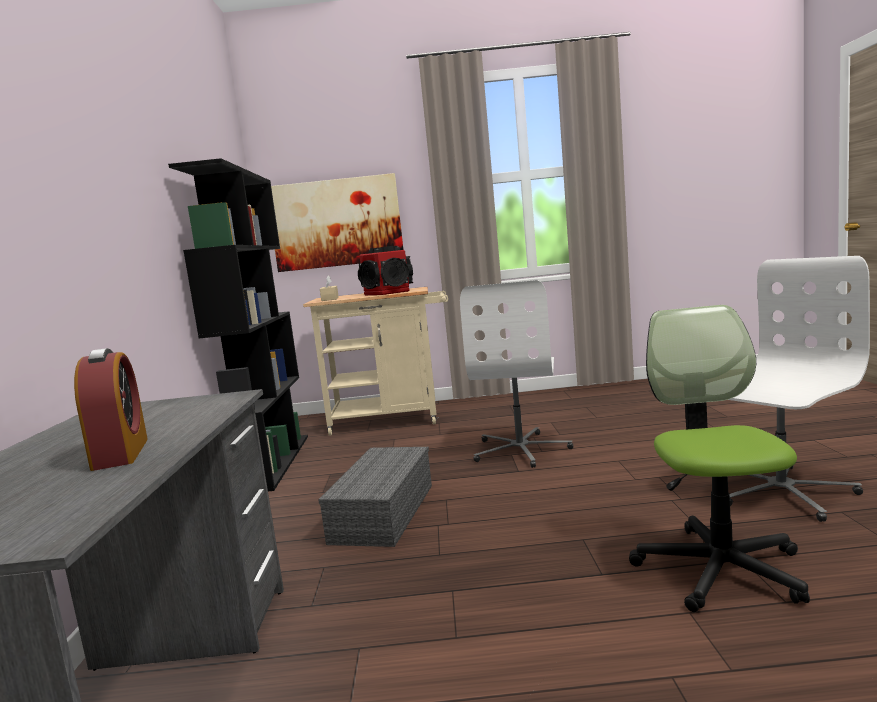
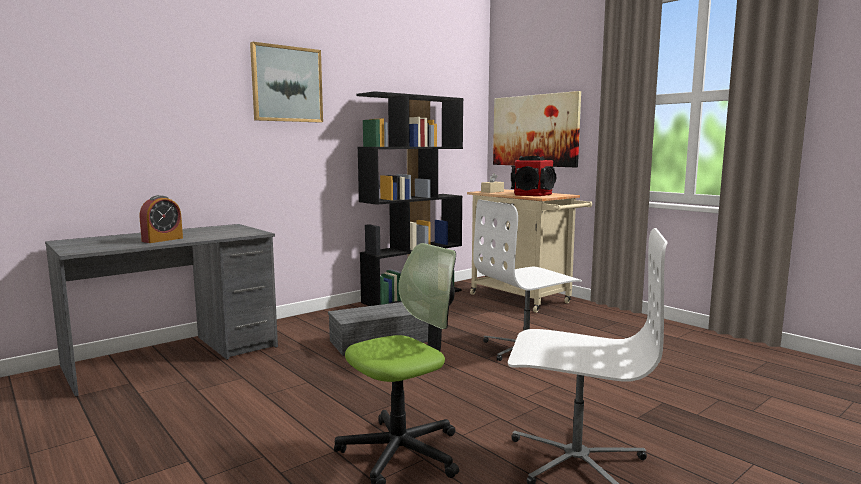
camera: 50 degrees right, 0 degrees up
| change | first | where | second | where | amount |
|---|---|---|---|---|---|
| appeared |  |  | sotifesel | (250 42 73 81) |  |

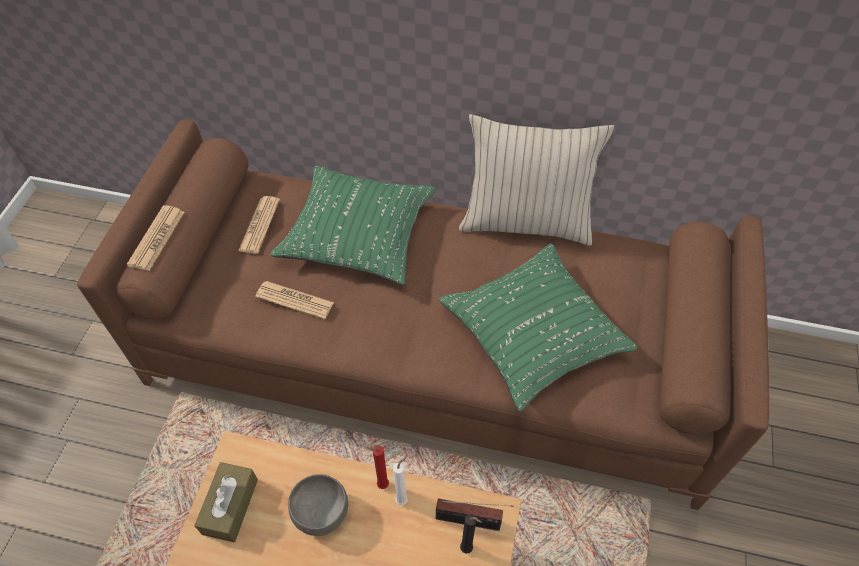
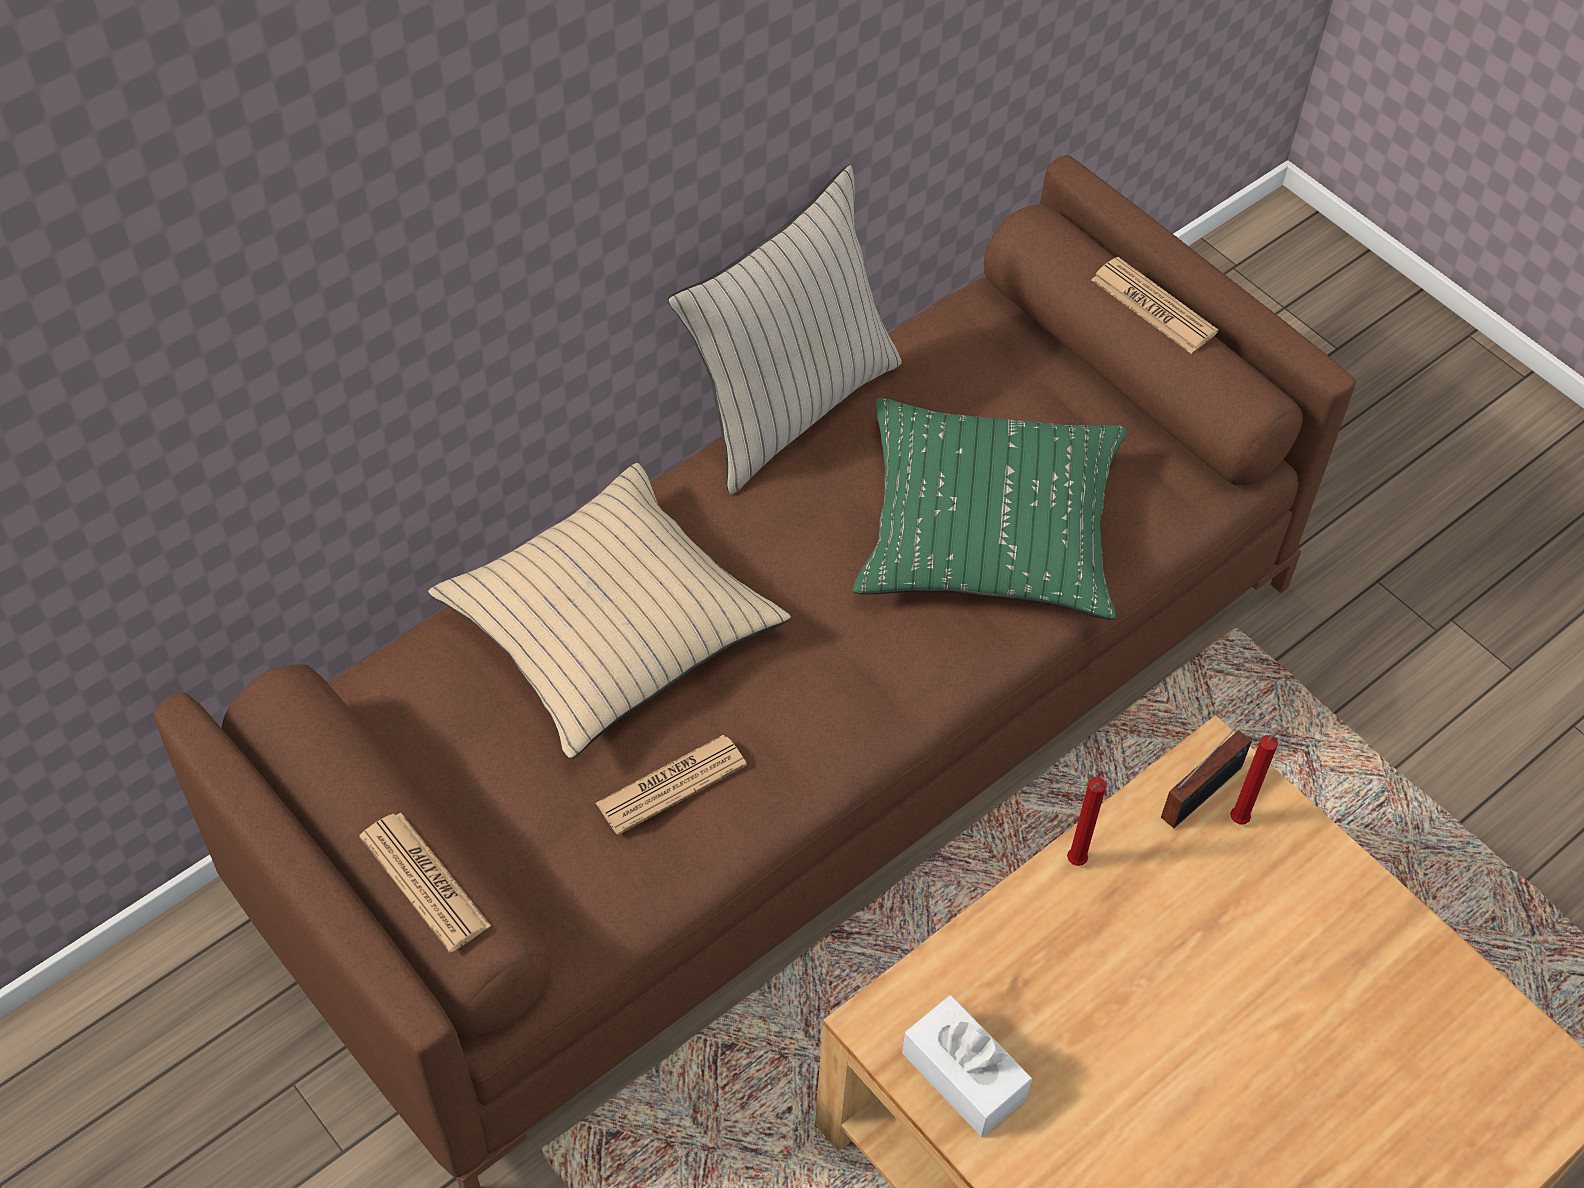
camera: 55 degrees left, 0 degrees up
| change | first | where | second | where | amount |
|---|---|---|---|---|---|
| colour | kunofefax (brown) | (194 462 64 80) | kunofefax (white) | (902 995 130 142) |  |
| relocated | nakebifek | (238 196 42 58) |  | (1091 257 127 96) |  |
| colour | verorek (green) | (270 166 166 119) | verorek (beige) | (428 463 363 296) |  |
| missing | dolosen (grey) | (288 474 60 62) |  |  |  |
| missing | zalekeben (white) | (393 456 15 49) |  |  |  |
| colour | zalekeben (black) | (460 514 22 40) | zalekeben (red) | (1230 727 59 97) |  |

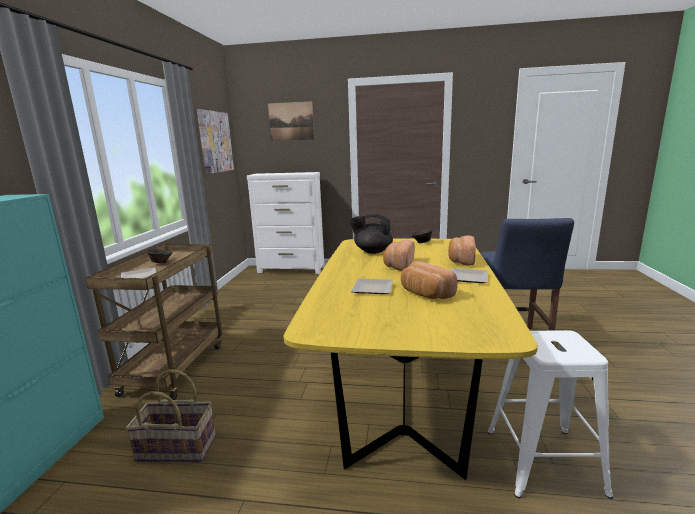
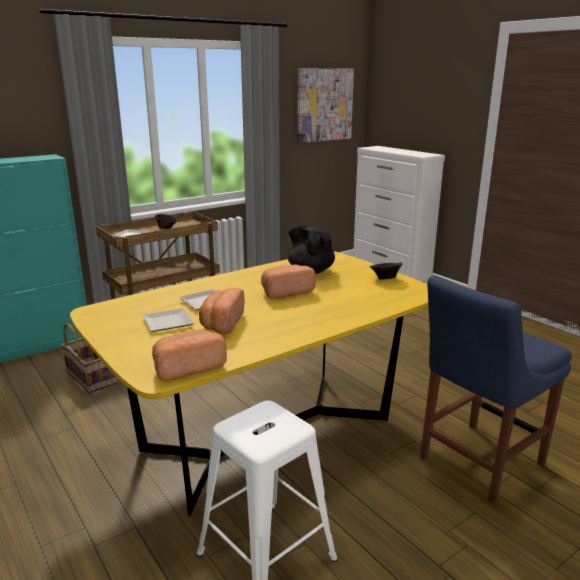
camera: 45 degrees right, 5 degrees up
| change | first | where | second | where | amount |
|---|---|---|---|---|---|
| missing | sotifesel | (268 101 46 40) |  |  |  |
| relocated | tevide | (448 236 28 30) |  | (152 329 75 52) |  |
| relocated | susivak | (452 268 36 15) |  | (143 308 51 24) |  |

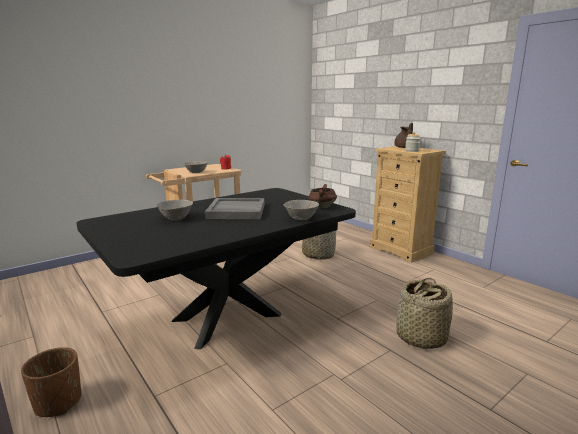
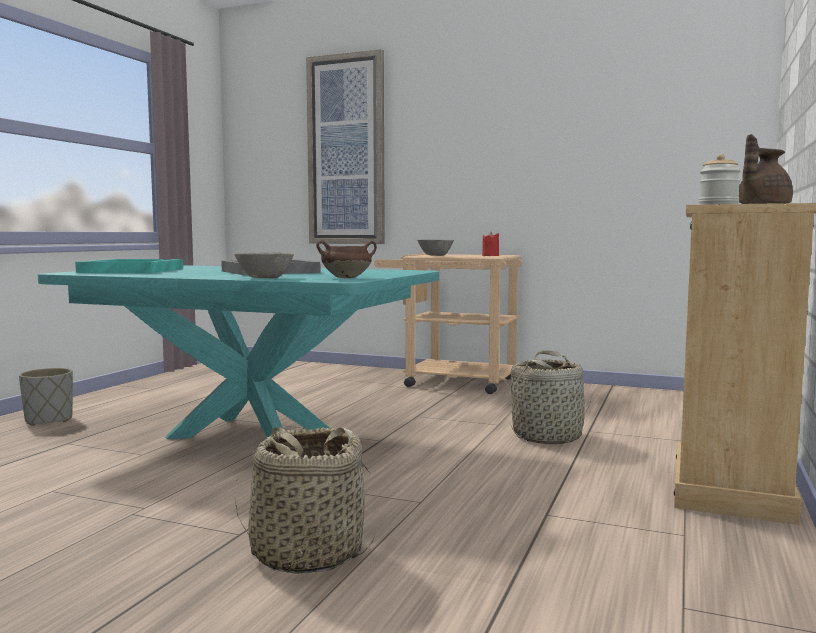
camera: 60 degrees right, 10 degrees down
| change | first | where | second | where | amount |
|---|---|---|---|---|---|
| colour | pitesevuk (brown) | (21 347 60 70) | pitesevuk (grey) | (19 368 54 58) |  |
| colour | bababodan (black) | (76 188 280 161) | bababodan (turquoise) | (38 265 402 174) |  |
| missing | dolosen (grey) | (156 200 37 21) |  |  |  |
| appeared |  |  | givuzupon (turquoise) | (75 259 108 14) |  |
| appeared |  |  | sotifesel | (306 49 79 195) |  |

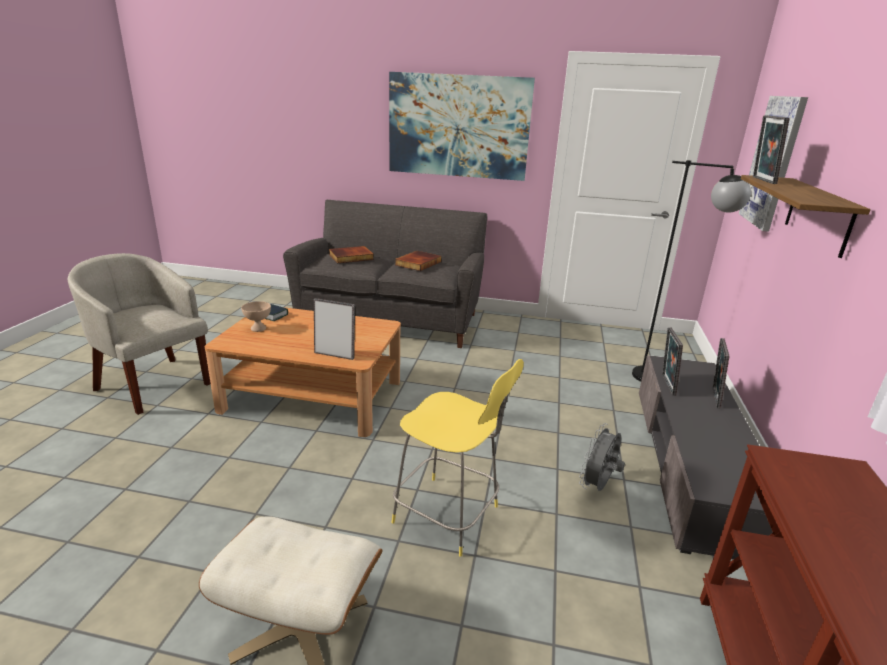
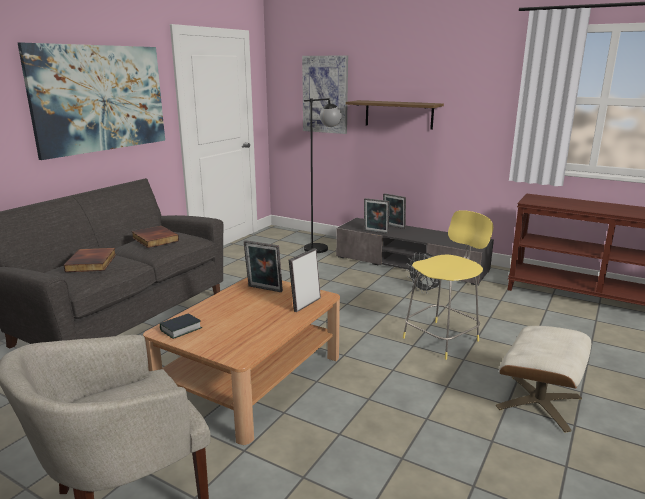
camera: 70 degrees left, 5 degrees down
| change | first | where | second | where | amount |
|---|---|---|---|---|---|
| missing | dolosen (beige) | (241 301 30 31) |  |  |  |
| relocated | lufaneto | (753 115 37 69) |  | (244 240 39 52) |  |

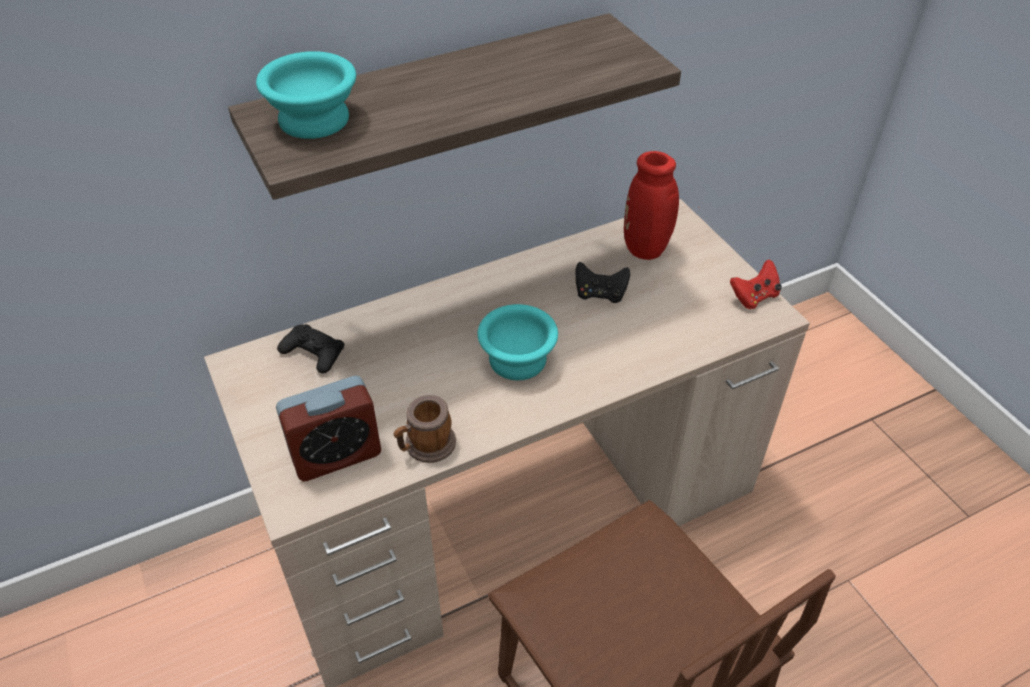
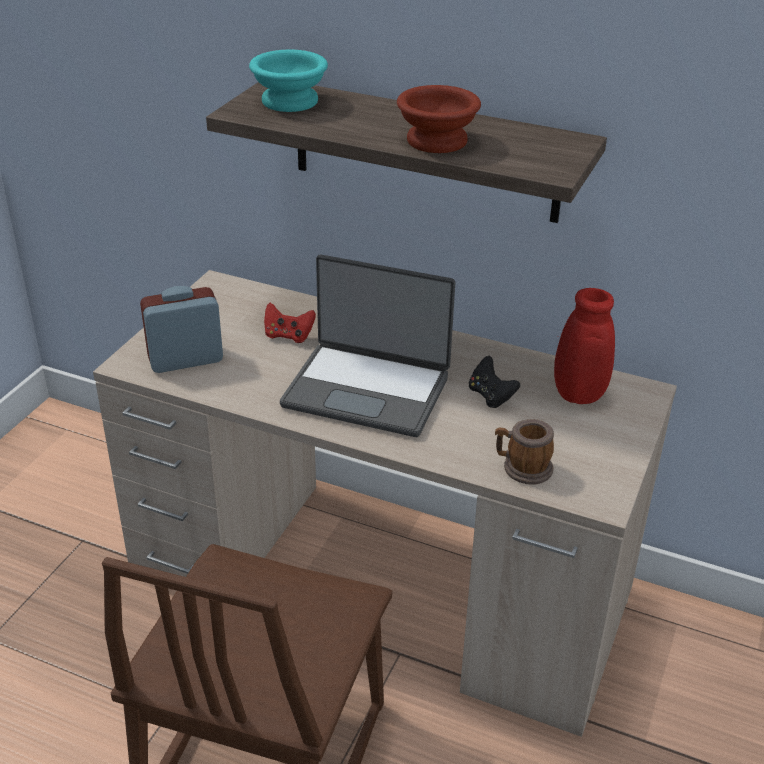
camera: 50 degrees right, 10 degrees down
| change | first | where | second | where | amount |
|---|---|---|---|---|---|
| spun | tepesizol | (276 376 105 106) |  | (140 286 83 87) | 135 degrees clockwise |
| missing | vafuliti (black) | (277 324 68 49) |  |  |  |
| relocated | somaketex | (394 395 62 68) |  | (495 419 59 66) |  |
| exchanged | dolosen (turquoise) | (478 304 80 76) | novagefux | (280 254 175 183) |  |
| relocated | vafuliti (red) | (730 259 52 50) |  | (264 303 52 40) |  |
| appeared |  |  | dolosen (brown) | (397 85 84 68) |  |

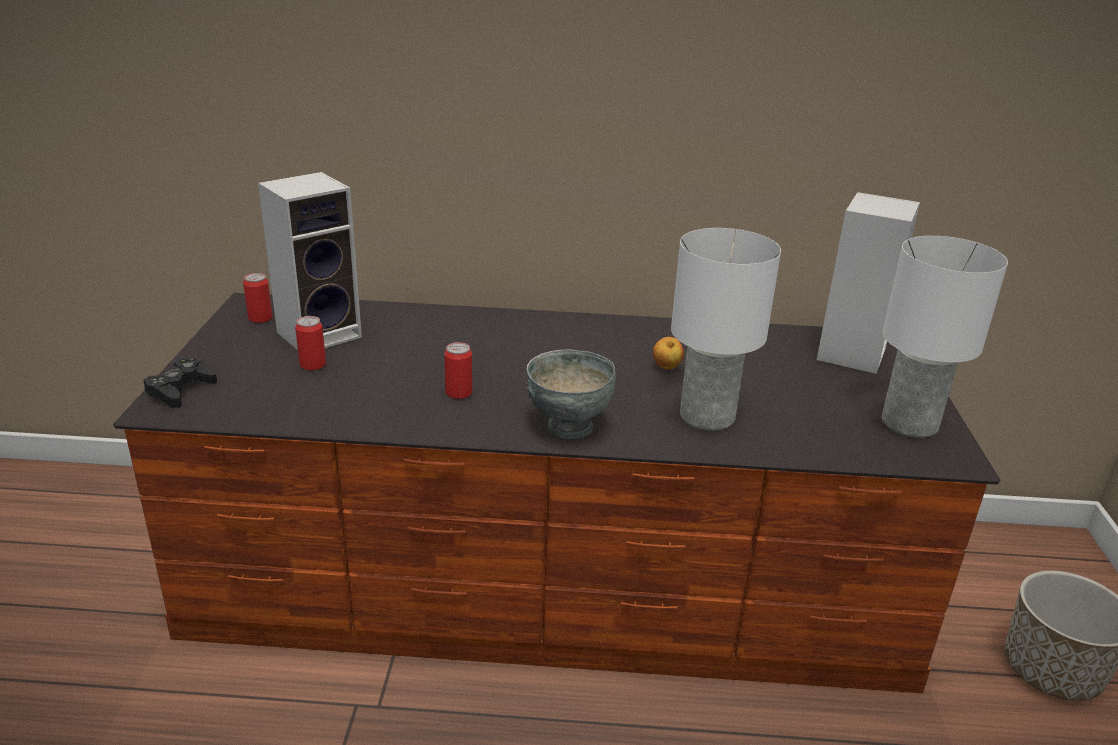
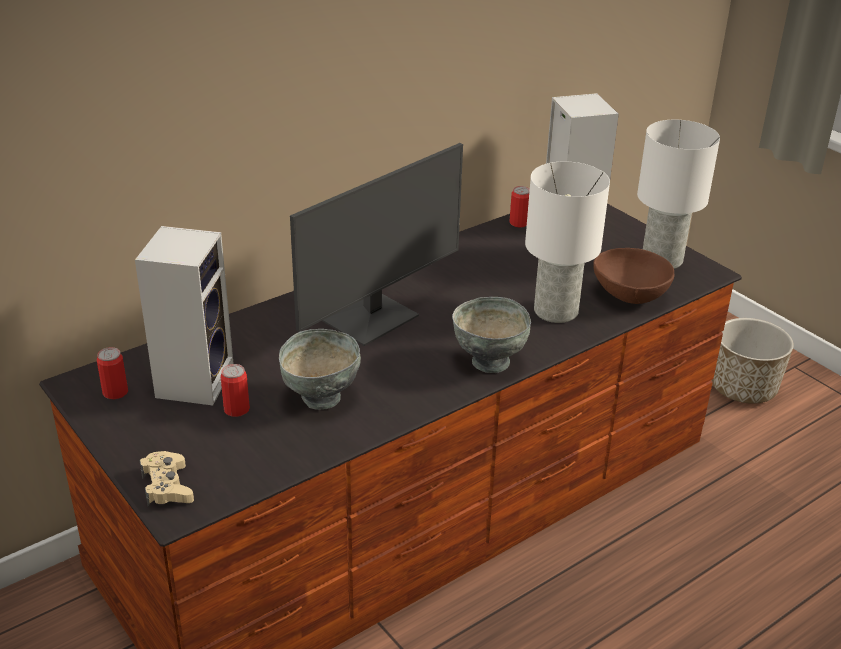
camera: 40 degrees left, 5 degrees up
| change | first | where | second | where | amount |
|---|---|---|---|---|---|
| colour | vafuliti (black) | (143 357 74 51) | vafuliti (beige) | (140 451 54 55) |  |
| relocated | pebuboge | (444 342 28 57) |  | (510 186 20 42) |  |
| missing | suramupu | (653 337 31 33) |  |  |  |
| appeared |  |  | dolosen (grey) | (279 329 82 81) |  |
| appeared |  |  | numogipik | (290 143 173 203) |  |
| appeared |  |  | dolosen (brown) | (593 248 81 56) |  |

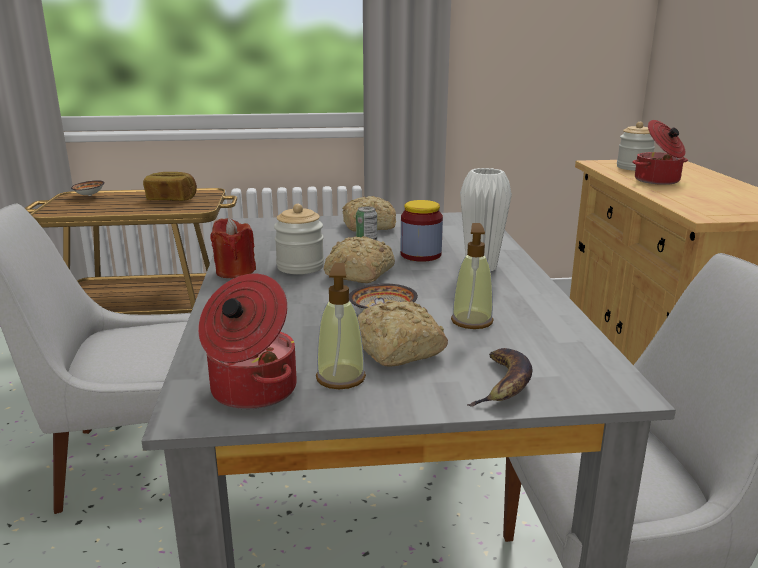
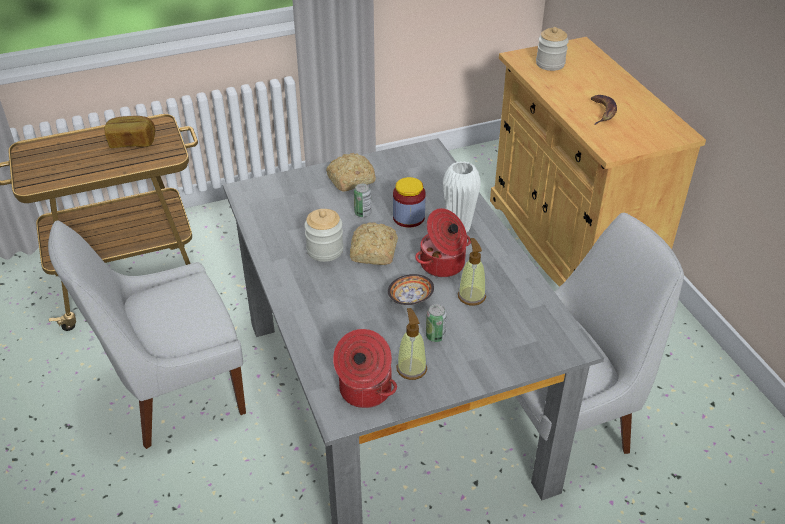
camera: 15 degrees left, 20 degrees up
| change | first | where | second | where | amount |
|---|---|---|---|---|---|
| missing | dolosen | (71 180 34 16) |  |  |  |
| missing | zalekeben (red) | (210 218 46 60) |  |  |  |
| exchanged | tevide | (357 301 91 66) | pebuboge | (426 304 21 38) |  |
| relocated | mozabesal | (467 348 65 59) |  | (591 95 26 30) |  |
| relocated | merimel | (632 120 56 65) |  | (415 208 56 69) |  |

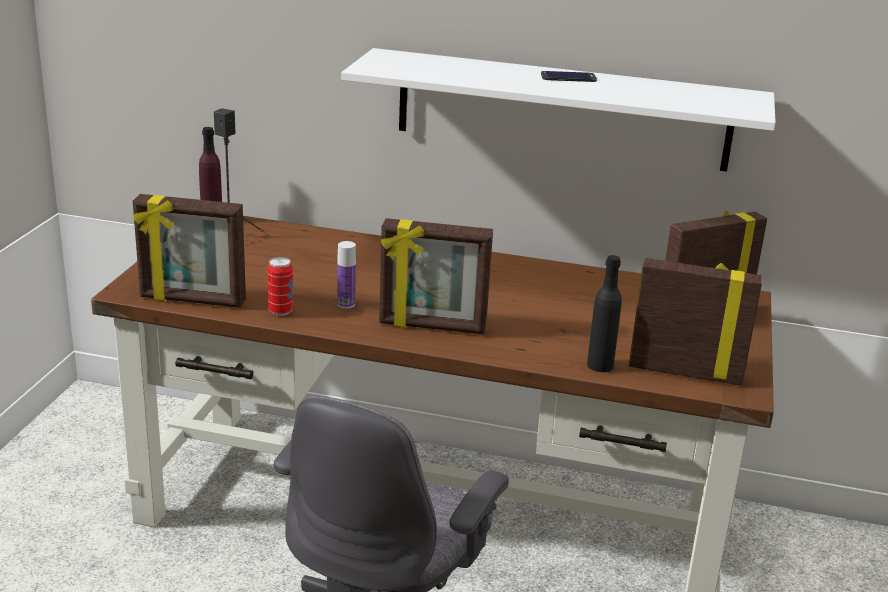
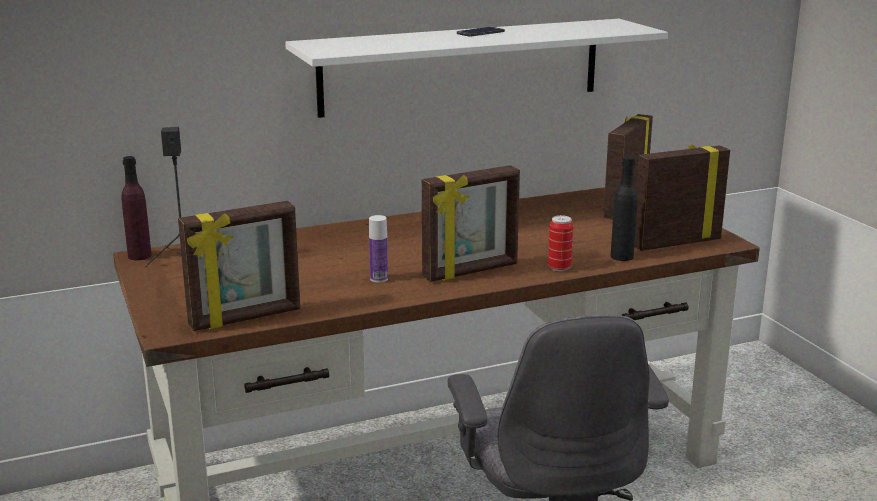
camera: 35 degrees left, 5 degrees down
| change | first | where | second | where | amount |
|---|---|---|---|---|---|
| relocated | pebuboge | (268 257 25 59) |  | (548 215 25 56) |  |

